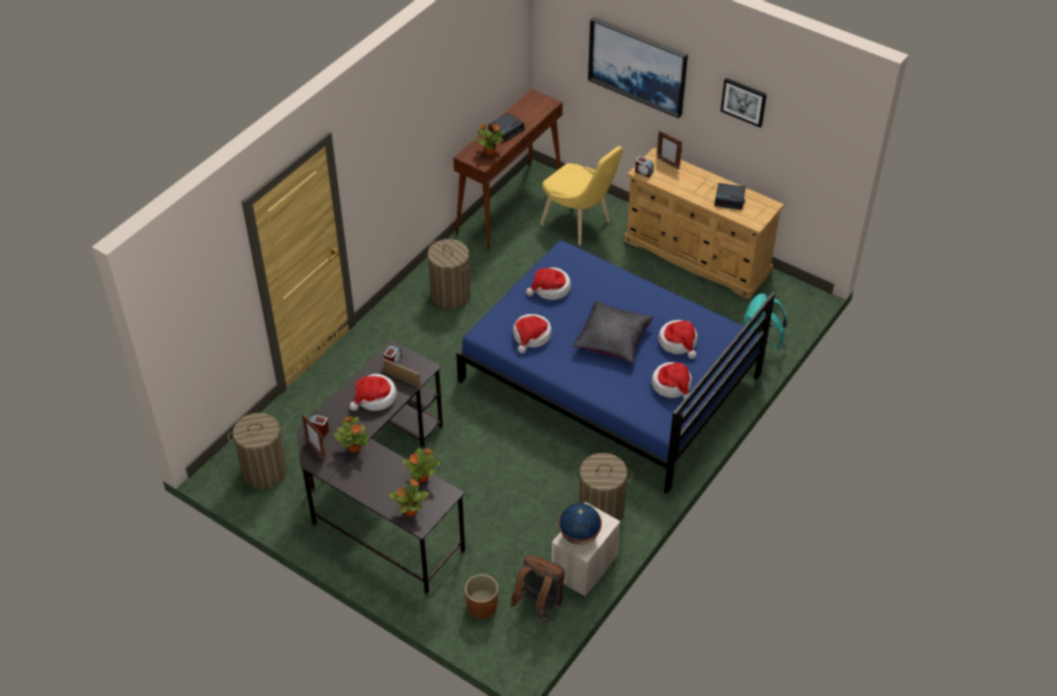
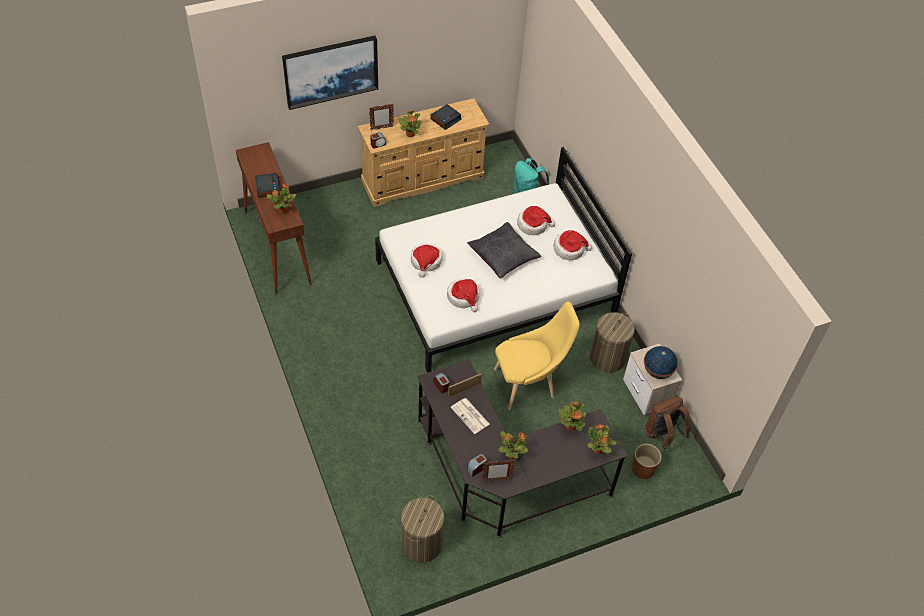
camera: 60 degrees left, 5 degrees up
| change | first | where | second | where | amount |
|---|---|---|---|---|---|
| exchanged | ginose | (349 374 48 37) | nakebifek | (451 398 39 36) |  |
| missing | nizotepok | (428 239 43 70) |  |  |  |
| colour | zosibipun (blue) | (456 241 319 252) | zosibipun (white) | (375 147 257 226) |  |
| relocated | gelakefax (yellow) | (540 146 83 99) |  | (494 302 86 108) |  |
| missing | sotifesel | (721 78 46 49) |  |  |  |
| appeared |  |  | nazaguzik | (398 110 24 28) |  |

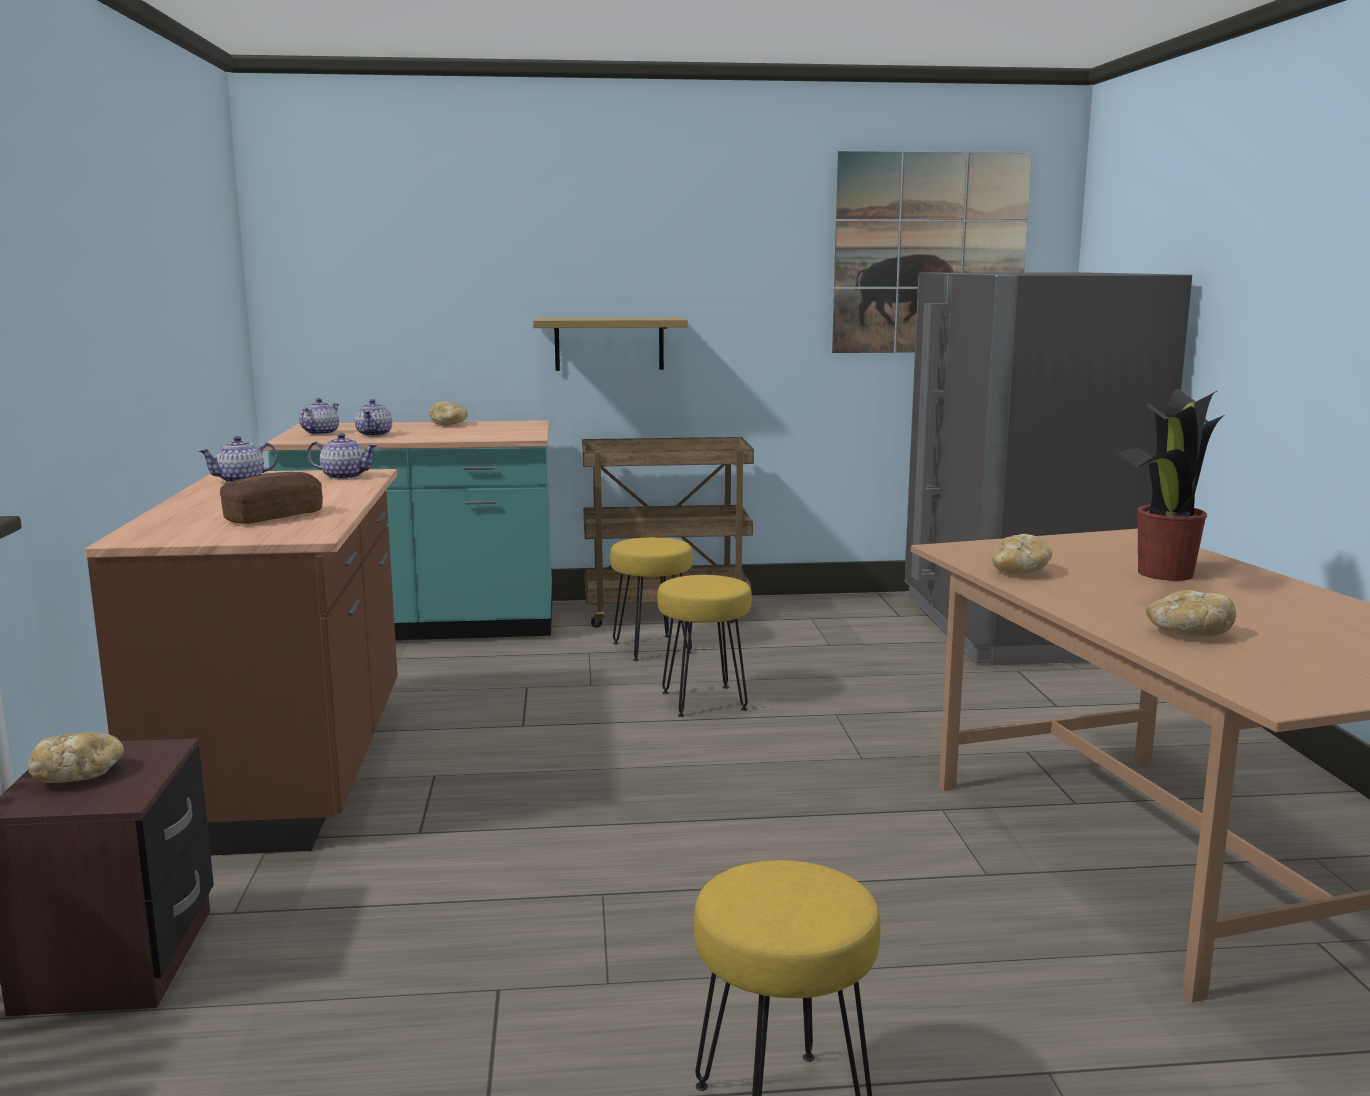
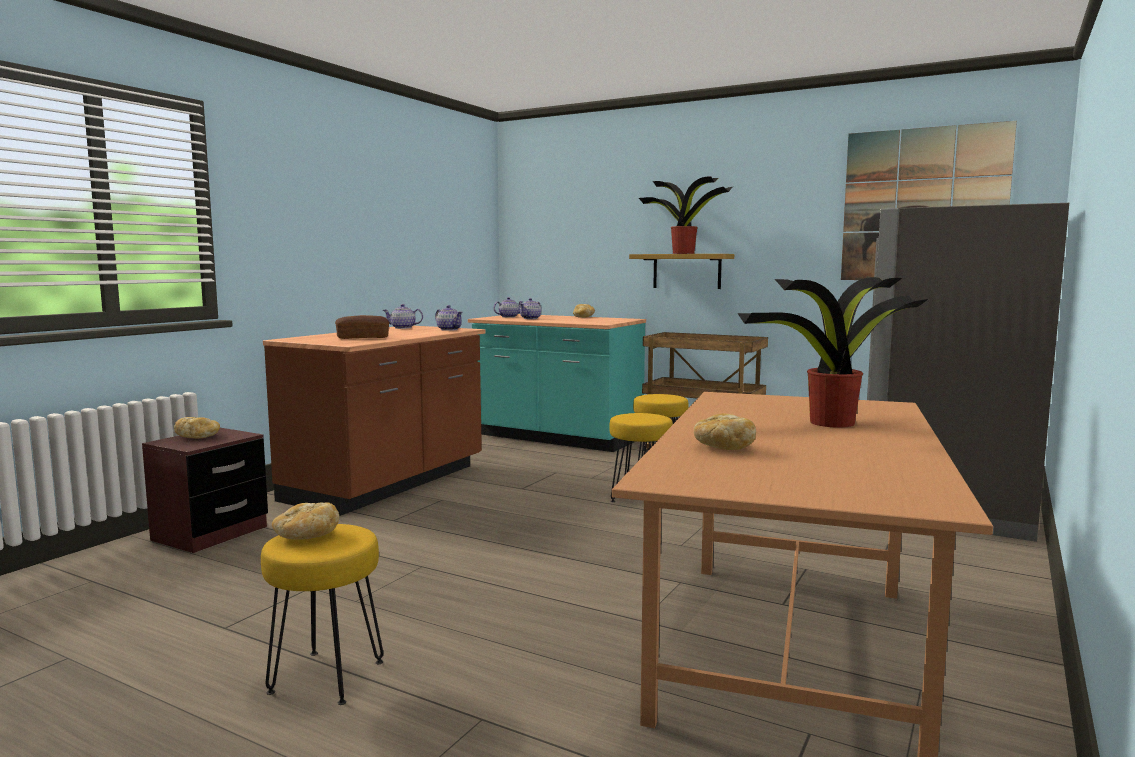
camera: 35 degrees right, 5 degrees down
| change | first | where | second | where | amount |
|---|---|---|---|---|---|
| relocated | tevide | (990 534 62 40) |  | (272 502 67 37) |  |
| appeared |  |  | nazaguzik | (639 177 94 77) |  |

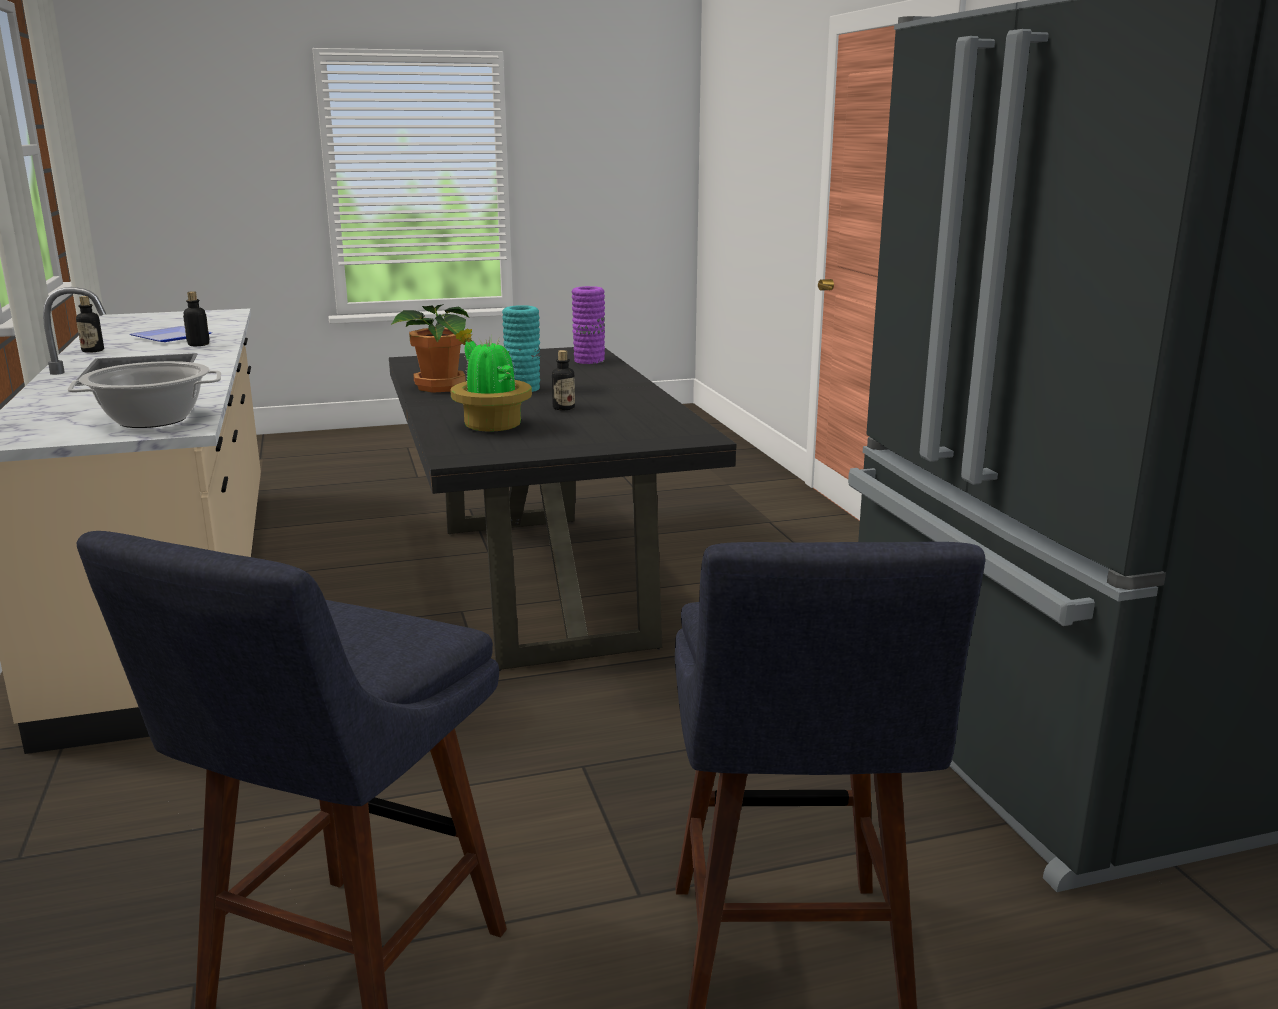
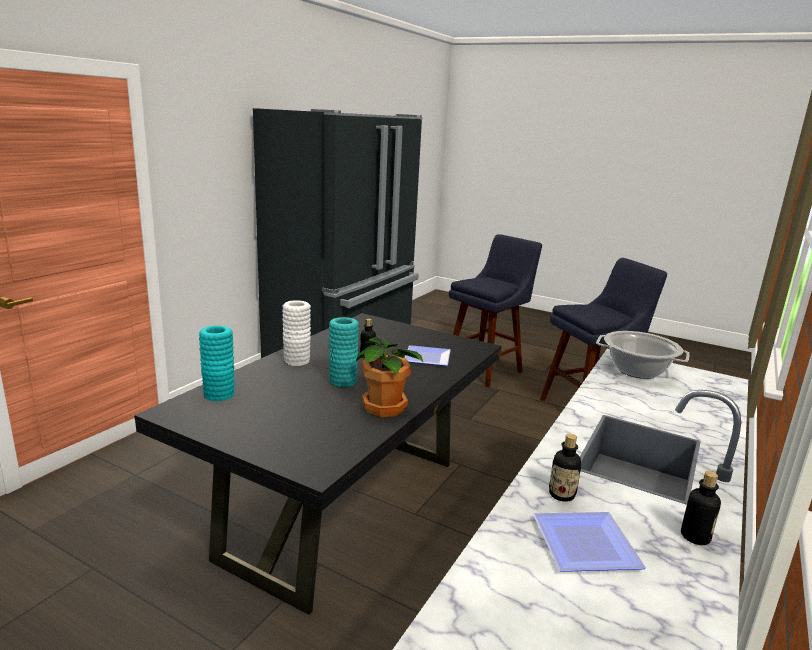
camera: 135 degrees left, 0 degrees up
| change | first | where | second | where | amount |
|---|---|---|---|---|---|
| exchanged | nazaguzik | (450 329 82 102) | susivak | (405 345 45 21) |  |
| colour | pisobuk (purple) | (572 286 33 78) | pisobuk (turquoise) | (199 325 36 76) |  |
| appeared |  |  | pisobuk (white) | (282 300 29 66) |  |

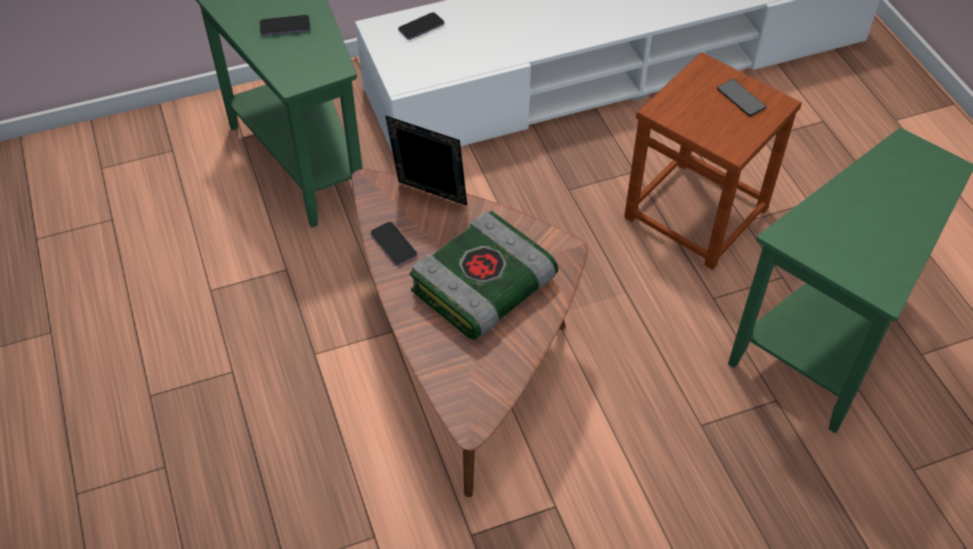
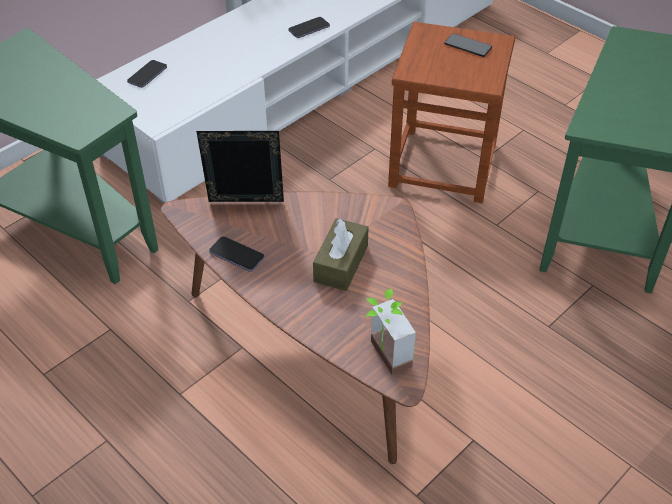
camera: 25 degrees left, 5 degrees down
| change | first | where | second | where | amount |
|---|---|---|---|---|---|
| relocated | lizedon | (260 15 51 21) |  | (288 17 42 21) |  |
| exchanged | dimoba | (410 210 148 130) | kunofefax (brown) | (313 218 56 73) |  |
| appeared |  |  | nazaguzik | (365 288 51 87) |  |

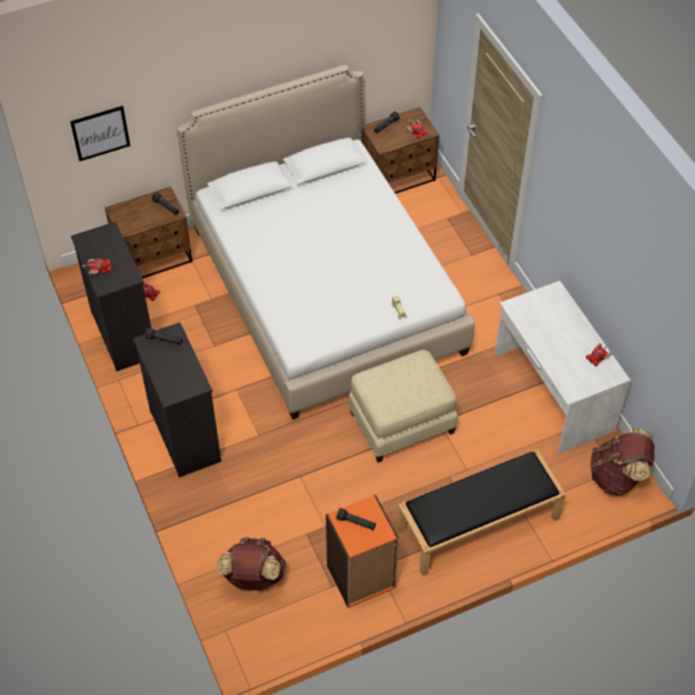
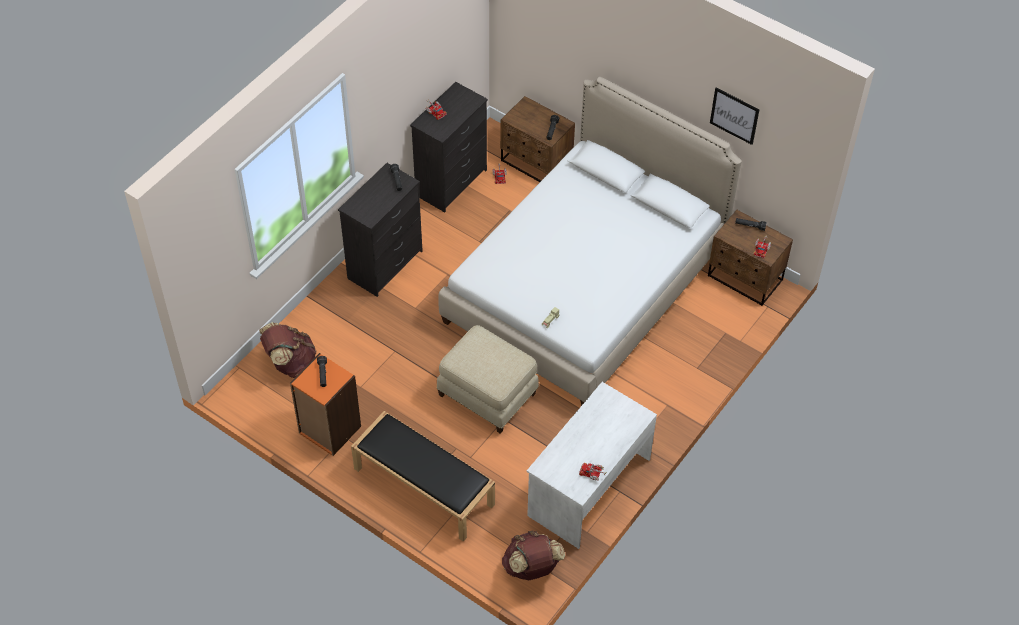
camera: 60 degrees right, 0 degrees up
| change | first | where | second | where | amount |
|---|---|---|---|---|---|
| relocated | sotifesel | (70 106 60 56) |  | (710 88 50 57) |  |

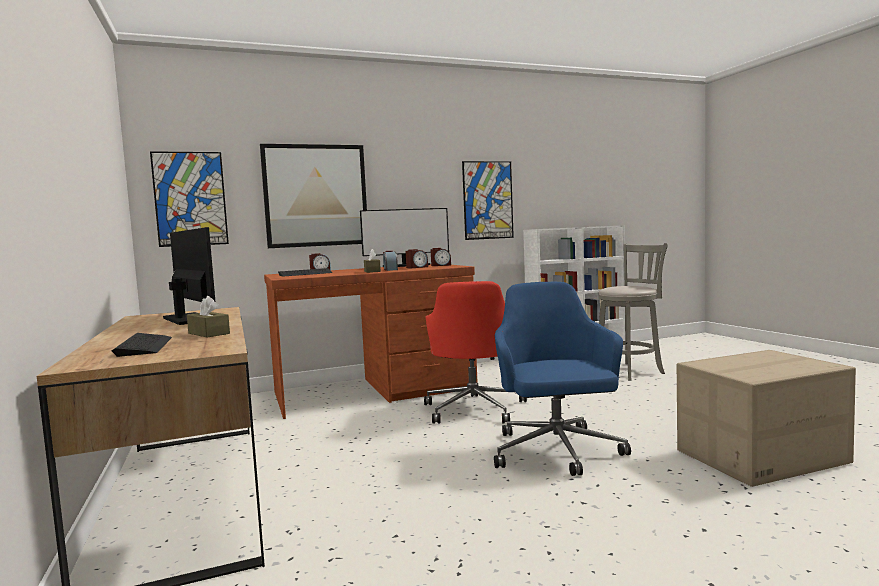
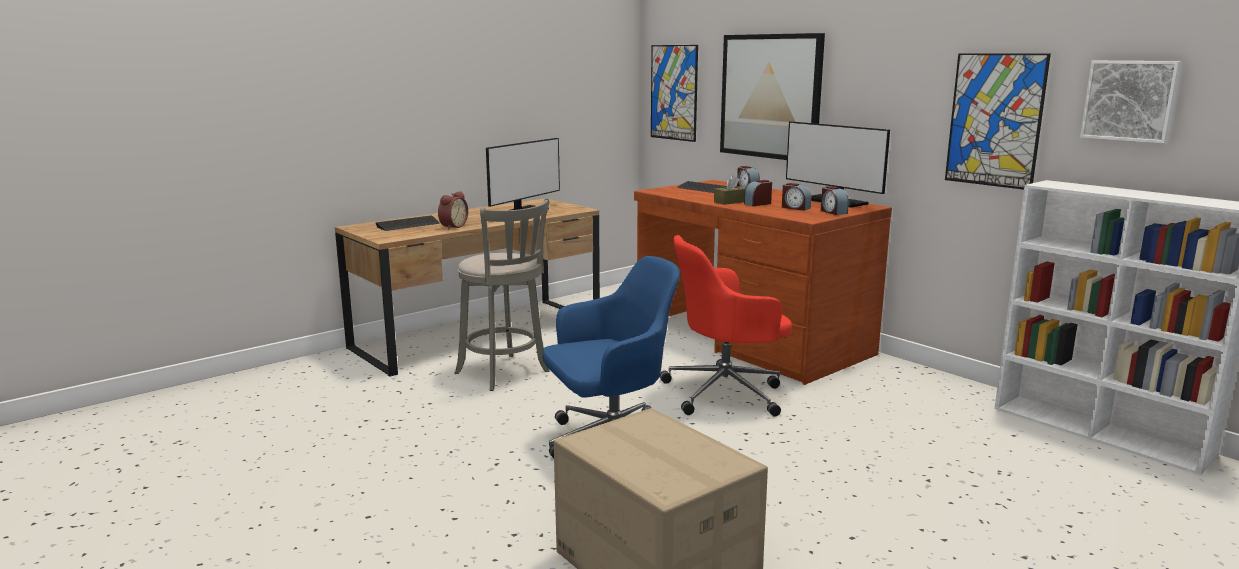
camera: 70 degrees right, 10 degrees up
| change | first | where | second | where | amount |
|---|---|---|---|---|---|
| exchanged | kunofefax (brown) | (187 296 43 41) | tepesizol | (438 191 30 39) |  |
| relocated | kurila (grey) | (598 243 70 138) |  | (454 198 95 193) |  |
| appeared |  |  | sotifesel | (1080 61 102 82) |  |

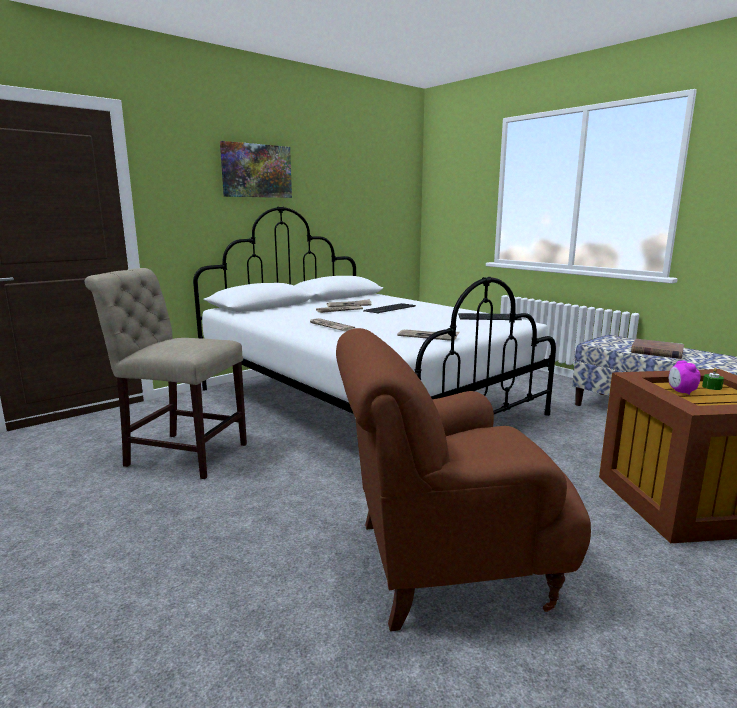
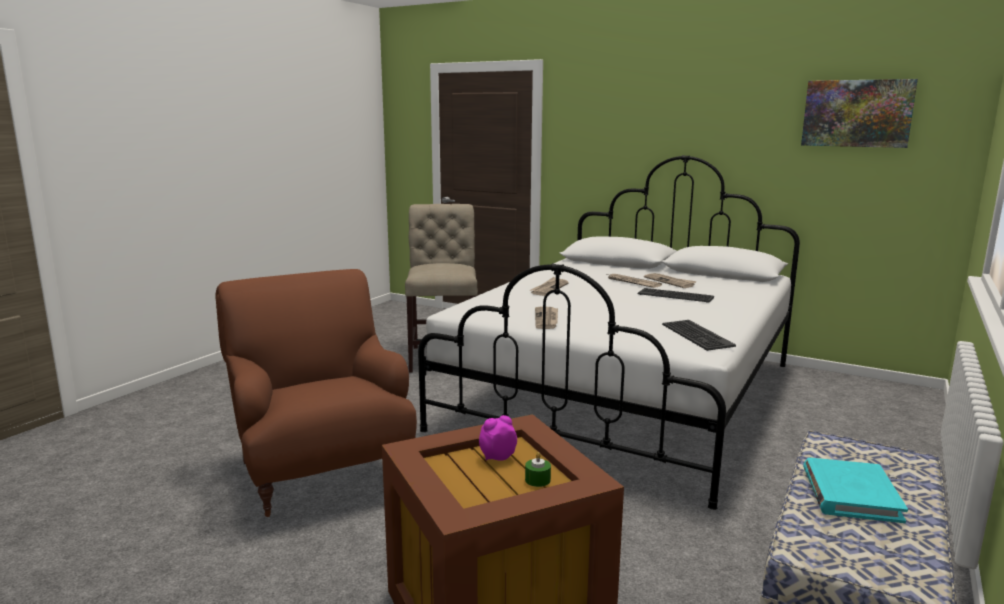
camera: 70 degrees right, 0 degrees up
| change | first | where | second | where | amount |
|---|---|---|---|---|---|
| relocated | sotifesel | (220 141 72 57) |  | (801 79 117 69) |  |
| colour | dimoba (brown) | (631 339 53 20) | dimoba (turquoise) | (803 458 105 65) |  |

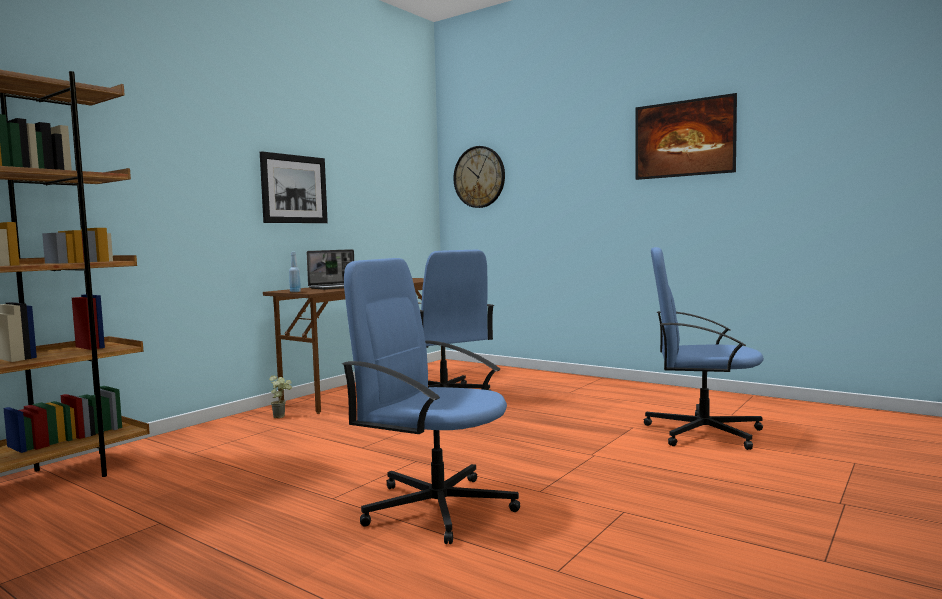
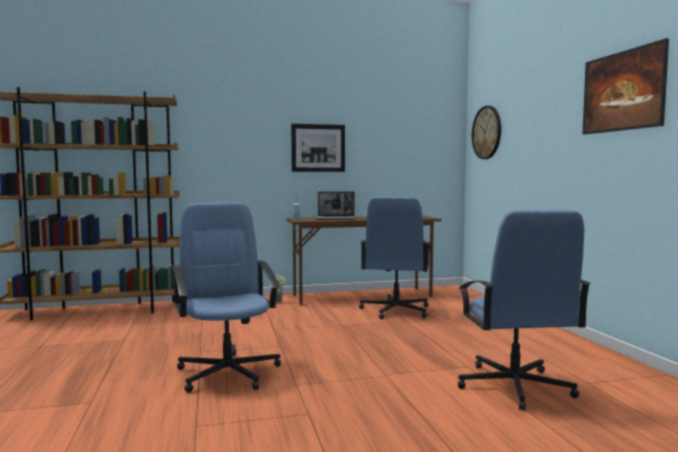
camera: 40 degrees right, 0 degrees up
| change | first | where | second | where | amount |
|---|---|---|---|---|---|
| spun | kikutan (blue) | (644 247 120 203) |  | (458 210 133 201) | 150 degrees counterclockwise |

